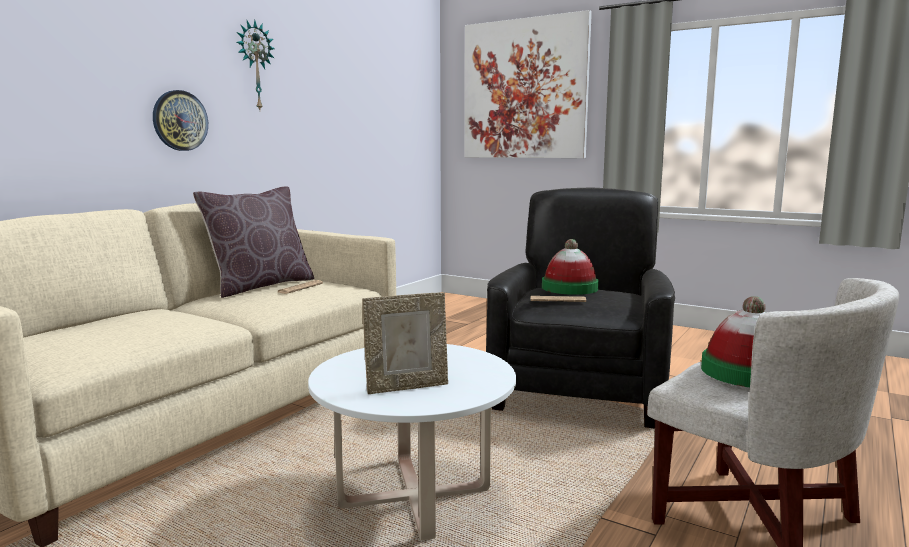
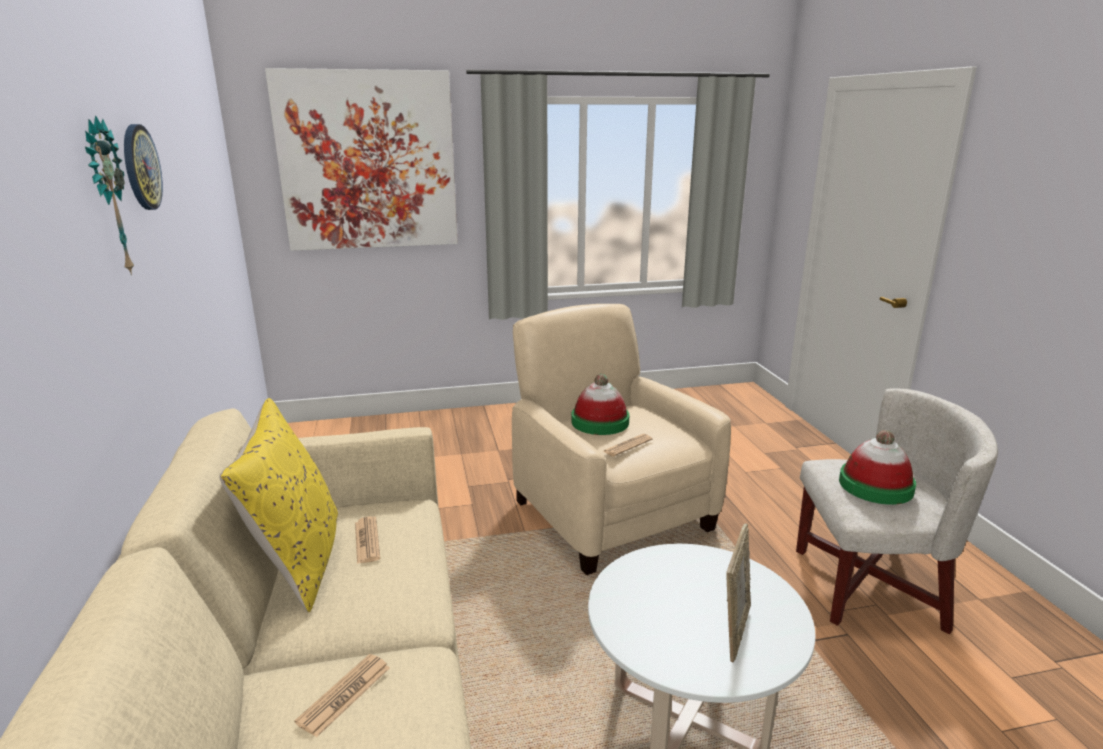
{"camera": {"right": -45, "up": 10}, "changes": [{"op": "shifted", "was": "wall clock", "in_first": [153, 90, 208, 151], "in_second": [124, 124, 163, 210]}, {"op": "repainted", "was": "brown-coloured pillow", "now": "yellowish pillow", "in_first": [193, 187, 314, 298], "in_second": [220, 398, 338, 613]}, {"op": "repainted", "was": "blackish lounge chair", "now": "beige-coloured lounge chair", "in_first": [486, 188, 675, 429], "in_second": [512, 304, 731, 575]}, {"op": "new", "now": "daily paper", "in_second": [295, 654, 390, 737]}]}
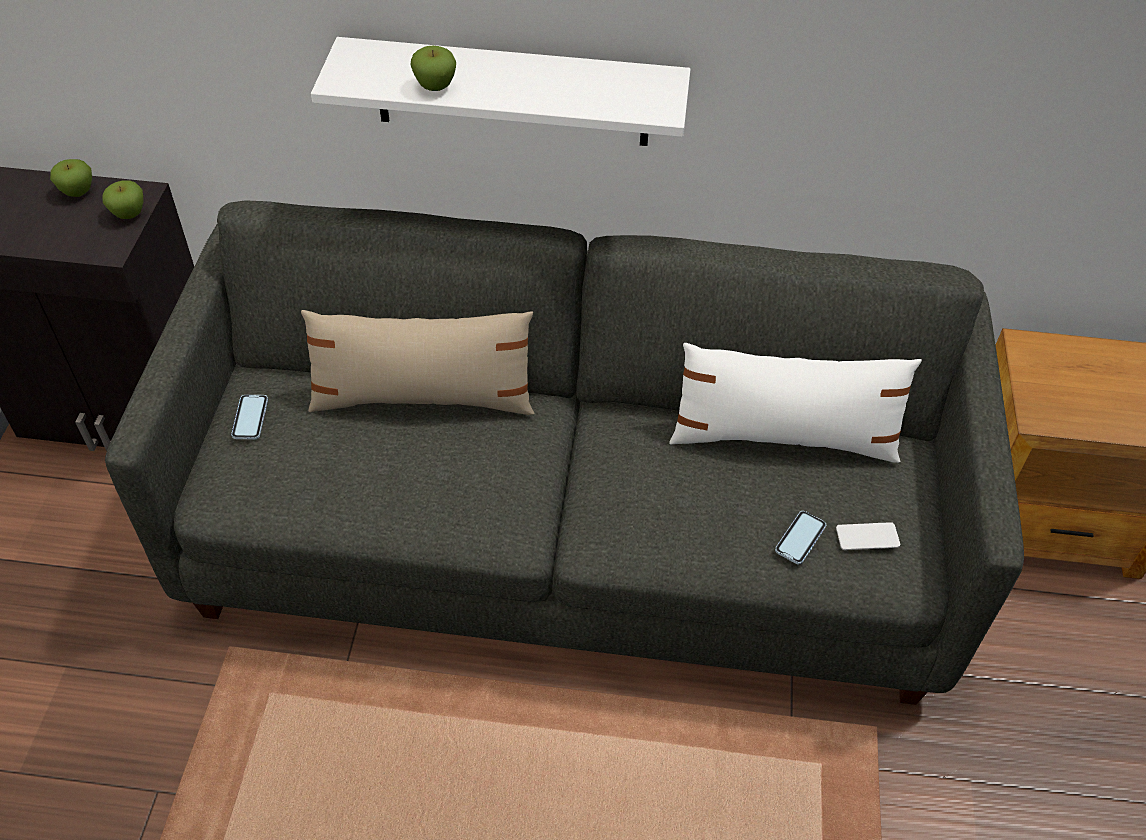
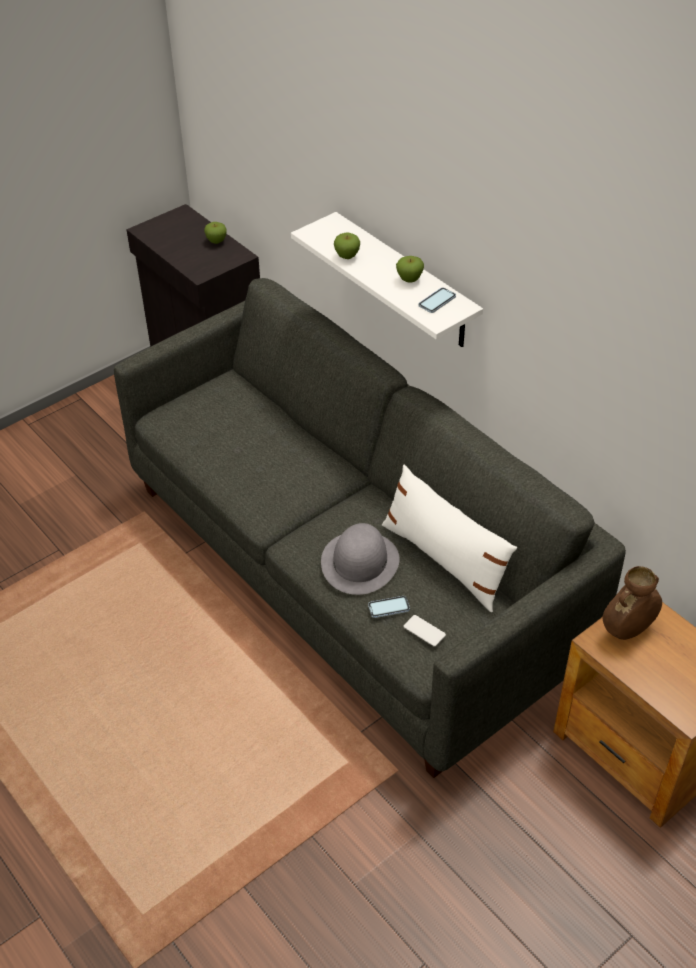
{"camera": {"right": 45, "up": -5}, "changes": [{"op": "shifted", "was": "apple fruit", "in_first": [102, 180, 144, 219], "in_second": [396, 256, 424, 283]}, {"op": "gone", "was": "beige-coloured pillow", "in_first": [301, 310, 534, 415]}, {"op": "shifted", "was": "telephone", "in_first": [231, 395, 268, 439], "in_second": [418, 288, 456, 313]}, {"op": "new", "now": "grey hat", "in_second": [321, 523, 399, 595]}, {"op": "new", "now": "brown-coloured vase", "in_second": [603, 566, 662, 640]}]}
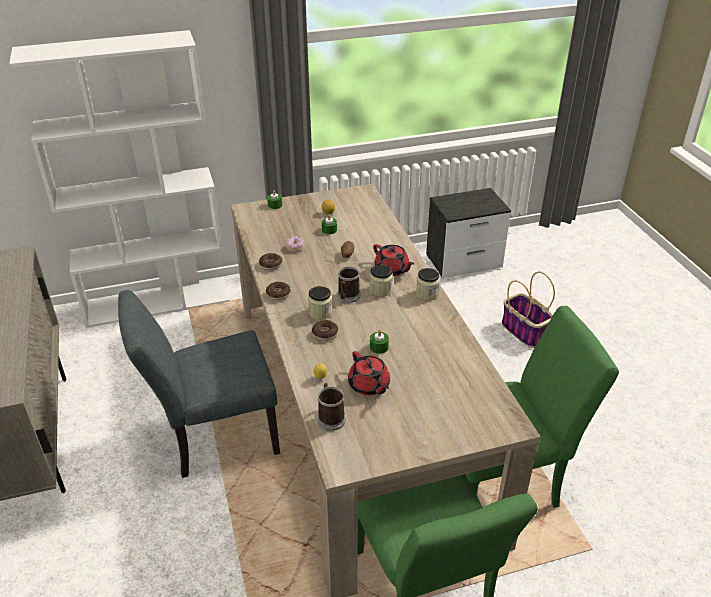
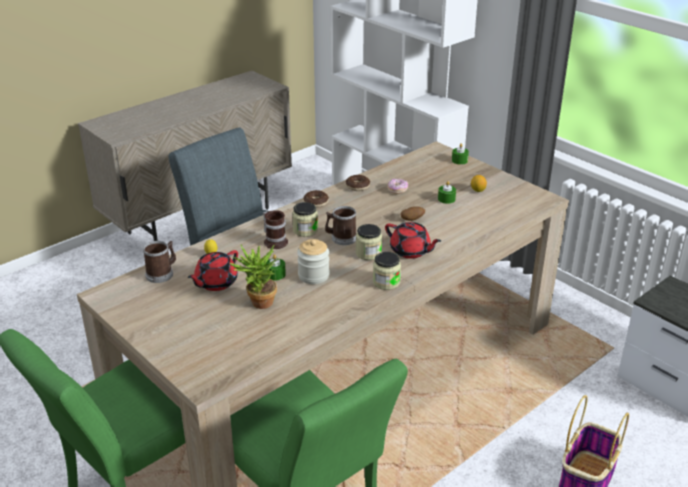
{"camera": {"right": 65, "up": -5}, "changes": [{"op": "rotated", "was": "reddish teapot", "in_first": [373, 244, 414, 276], "in_second": [385, 222, 441, 259], "clockwise": -75}, {"op": "swapped", "was": "donut", "now": "tea mug", "in_first": [312, 320, 338, 341], "in_second": [263, 210, 288, 249]}, {"op": "new", "now": "jar", "in_second": [297, 239, 330, 284]}, {"op": "new", "now": "potted plant", "in_second": [230, 244, 279, 309]}]}
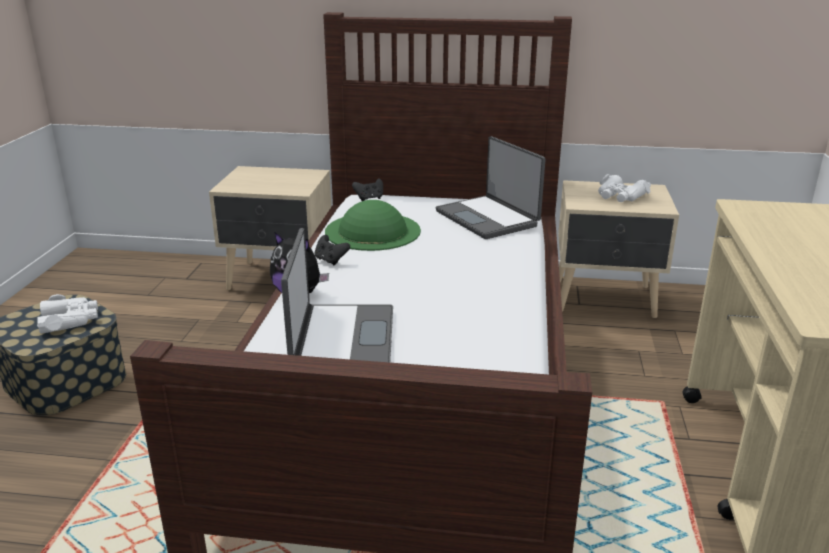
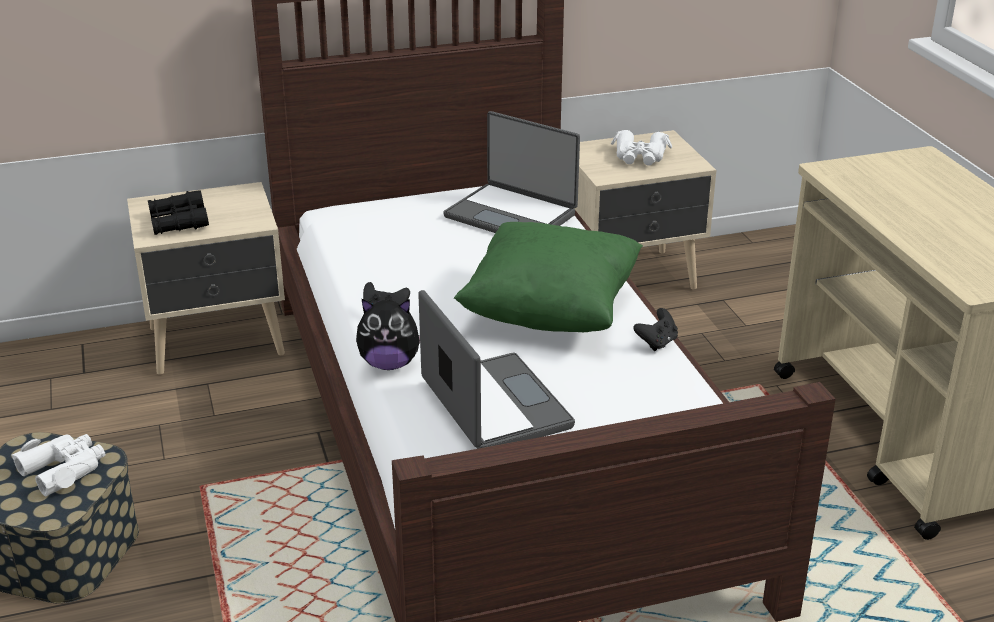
{"camera": {"right": -25, "up": 5}, "changes": [{"op": "shifted", "was": "blackish joypad", "in_first": [352, 179, 383, 201], "in_second": [633, 308, 678, 351]}, {"op": "gone", "was": "green-coloured hat", "in_first": [325, 200, 421, 251]}, {"op": "new", "now": "blackish binoculars", "in_second": [148, 190, 209, 235]}, {"op": "new", "now": "green-coloured pillow", "in_second": [454, 222, 643, 332]}]}
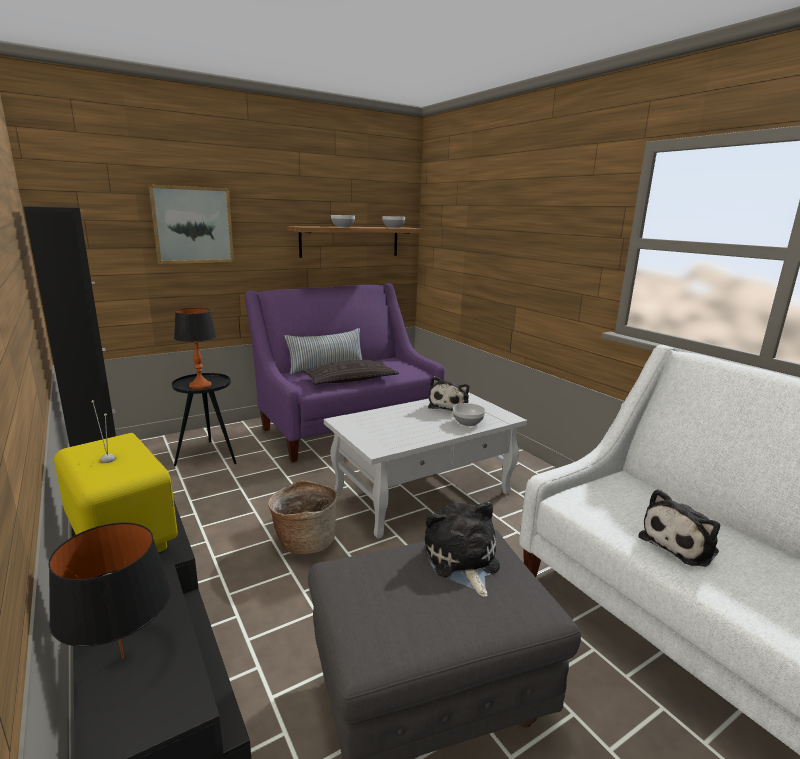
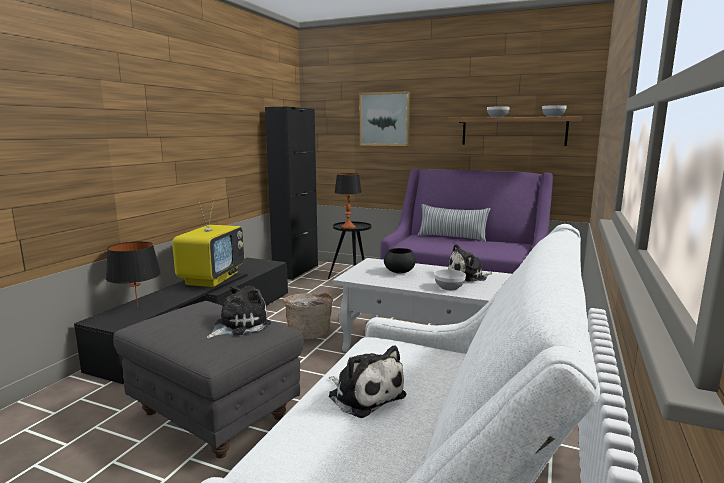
{"camera": {"right": 55, "up": -5}, "changes": [{"op": "gone", "was": "pillow", "in_first": [300, 360, 399, 384]}, {"op": "rotated", "was": "cuddly toy", "in_first": [638, 489, 720, 567], "in_second": [329, 346, 406, 418], "clockwise": -150}, {"op": "new", "now": "blackish bowl", "in_second": [384, 248, 416, 273]}]}
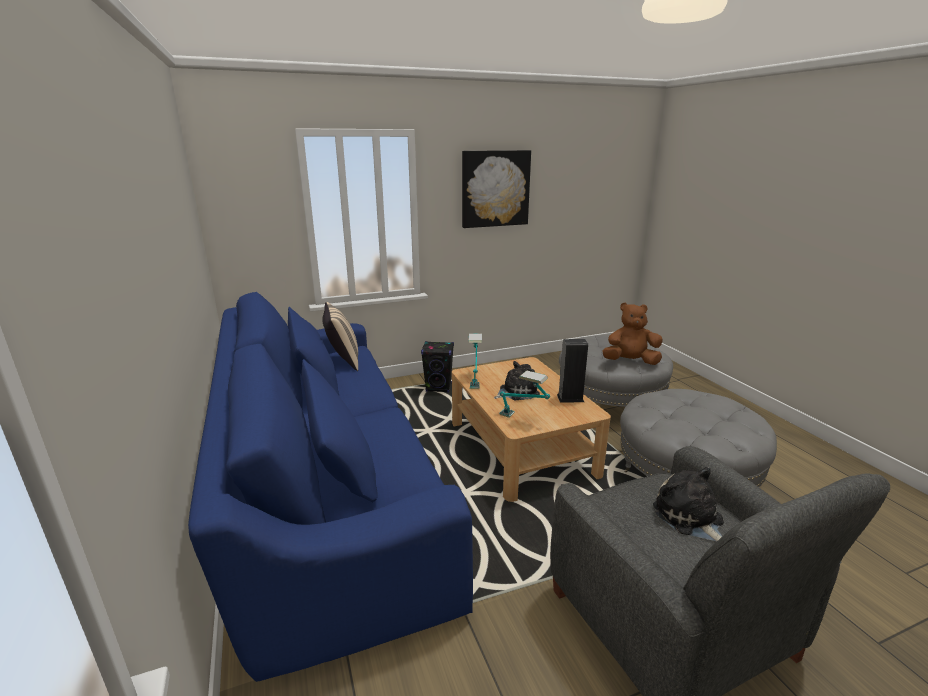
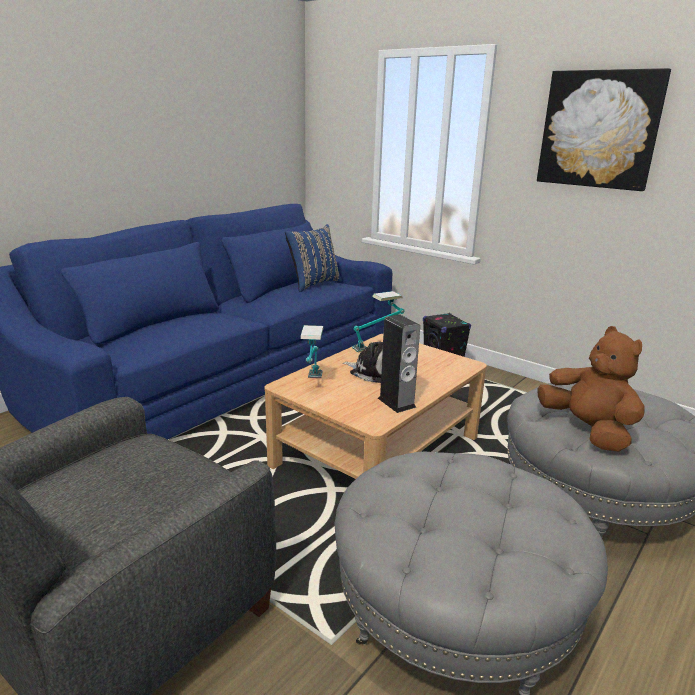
{"camera": {"right": 60, "up": 0}, "changes": [{"op": "repainted", "was": "beige-coloured pillow", "now": "blue pillow", "in_first": [322, 302, 358, 371], "in_second": [285, 224, 342, 292]}, {"op": "gone", "was": "cuddly toy", "in_first": [653, 467, 724, 541]}]}
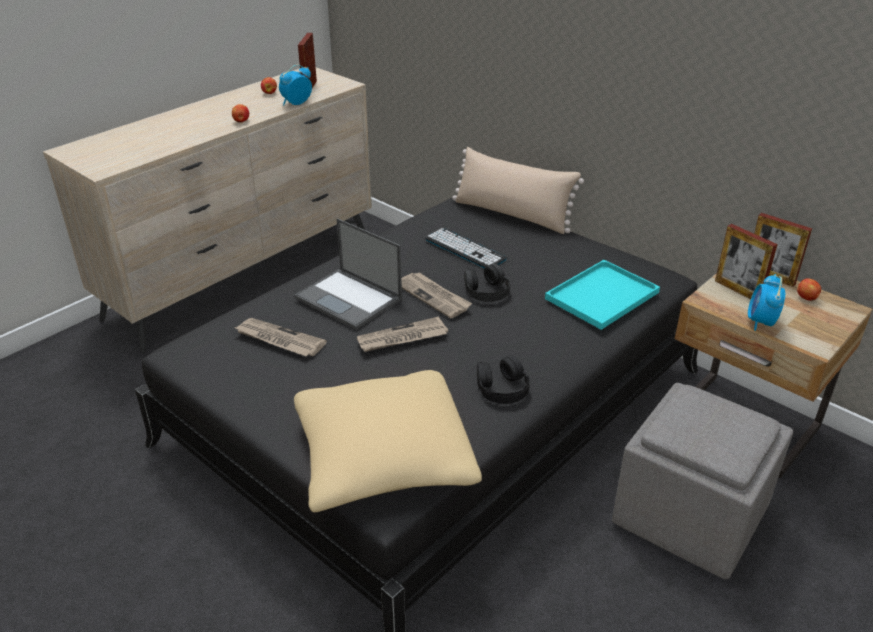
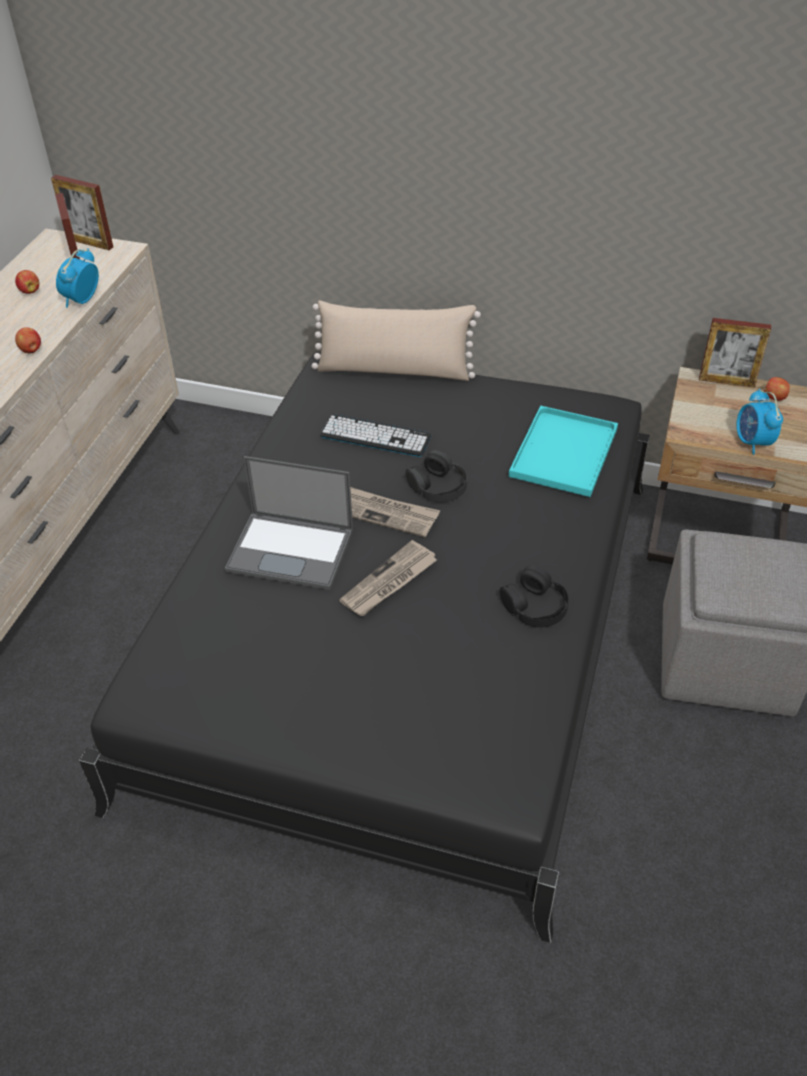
{"camera": {"right": -25, "up": 10}, "changes": [{"op": "shifted", "was": "photo frame", "in_first": [715, 224, 778, 299], "in_second": [51, 175, 113, 250]}, {"op": "gone", "was": "daily paper", "in_first": [235, 318, 327, 356]}, {"op": "gone", "was": "beige-coloured pillow", "in_first": [294, 370, 482, 512]}]}
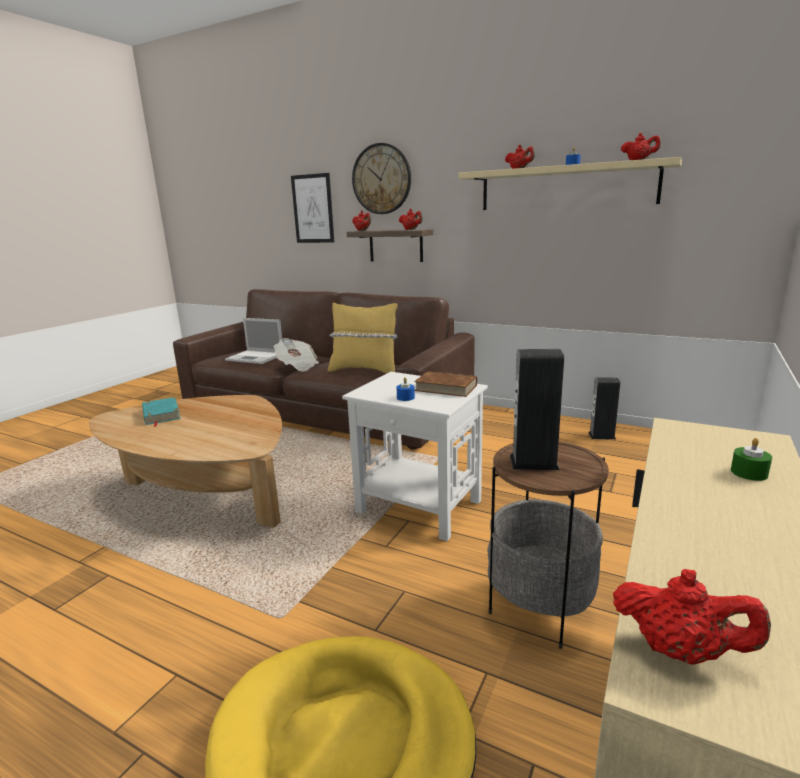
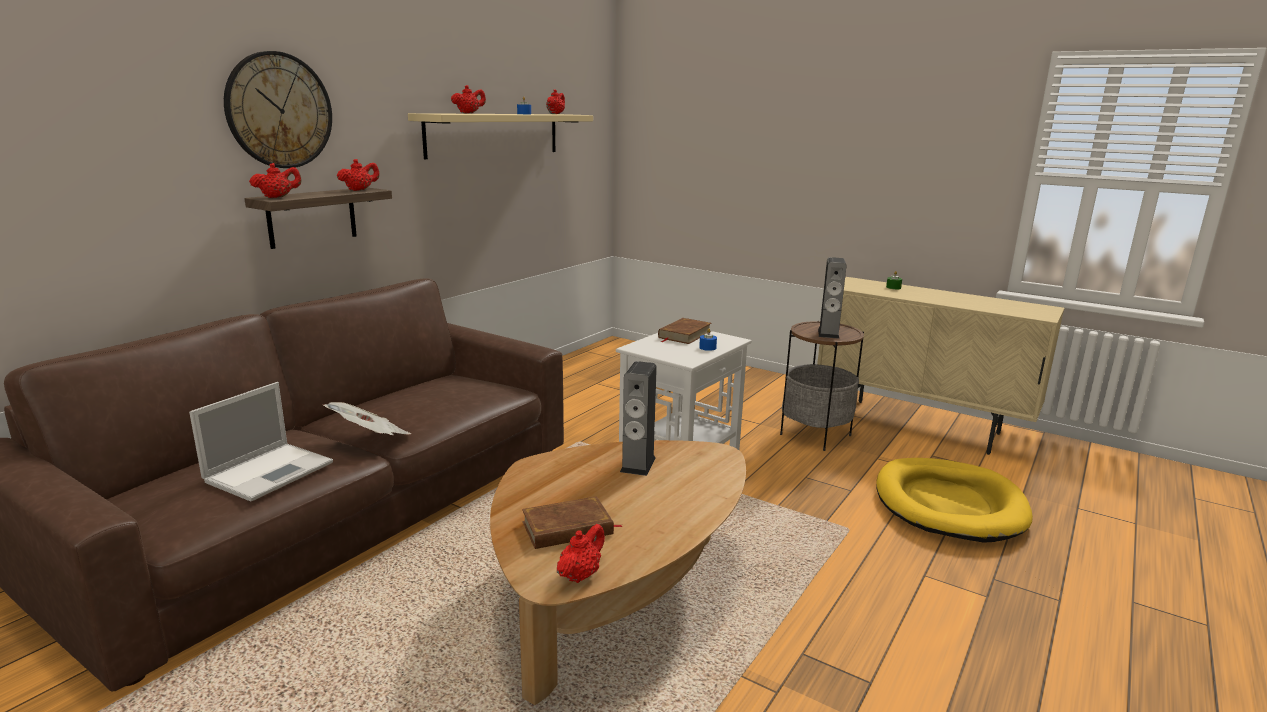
{"camera": {"right": -85, "up": 0}, "changes": [{"op": "gone", "was": "wall art", "in_first": [291, 173, 334, 243]}, {"op": "gone", "was": "yellowish pillow", "in_first": [328, 302, 398, 373]}, {"op": "shifted", "was": "loudspeaker", "in_first": [588, 378, 620, 440], "in_second": [620, 361, 657, 476]}, {"op": "repainted", "was": "blue-green volume", "now": "brown-coloured volume", "in_first": [142, 397, 181, 427], "in_second": [522, 496, 623, 549]}, {"op": "shifted", "was": "reddish teapot", "in_first": [613, 569, 771, 664], "in_second": [557, 524, 605, 583]}]}
